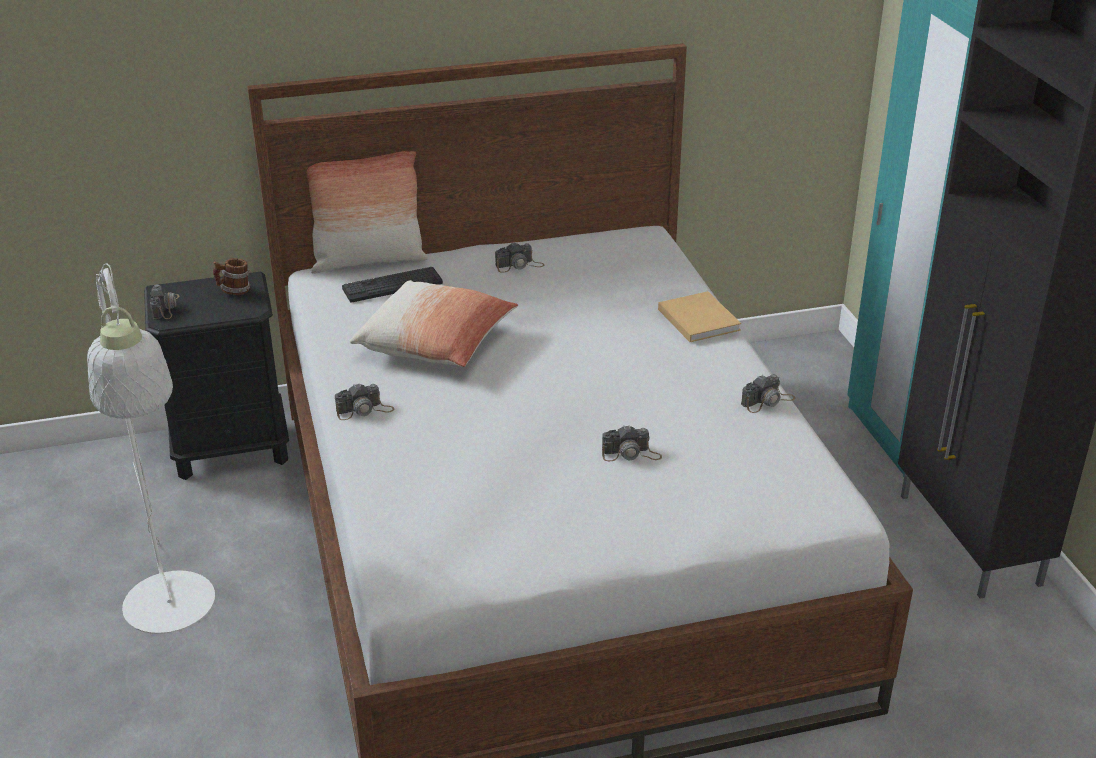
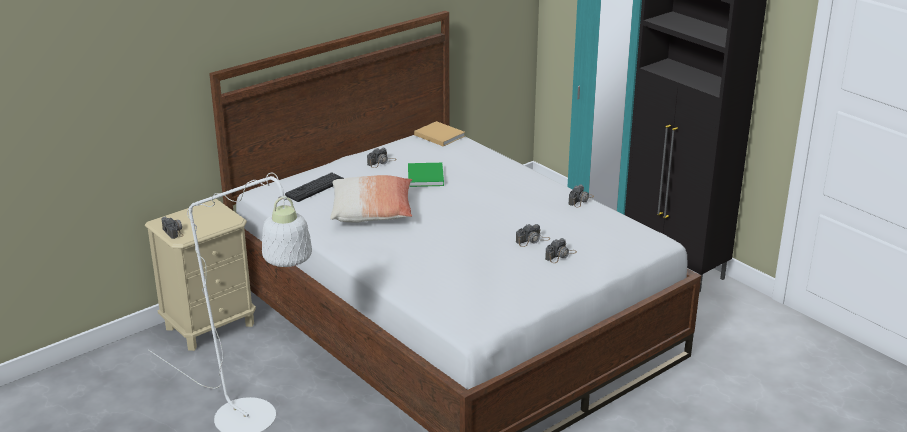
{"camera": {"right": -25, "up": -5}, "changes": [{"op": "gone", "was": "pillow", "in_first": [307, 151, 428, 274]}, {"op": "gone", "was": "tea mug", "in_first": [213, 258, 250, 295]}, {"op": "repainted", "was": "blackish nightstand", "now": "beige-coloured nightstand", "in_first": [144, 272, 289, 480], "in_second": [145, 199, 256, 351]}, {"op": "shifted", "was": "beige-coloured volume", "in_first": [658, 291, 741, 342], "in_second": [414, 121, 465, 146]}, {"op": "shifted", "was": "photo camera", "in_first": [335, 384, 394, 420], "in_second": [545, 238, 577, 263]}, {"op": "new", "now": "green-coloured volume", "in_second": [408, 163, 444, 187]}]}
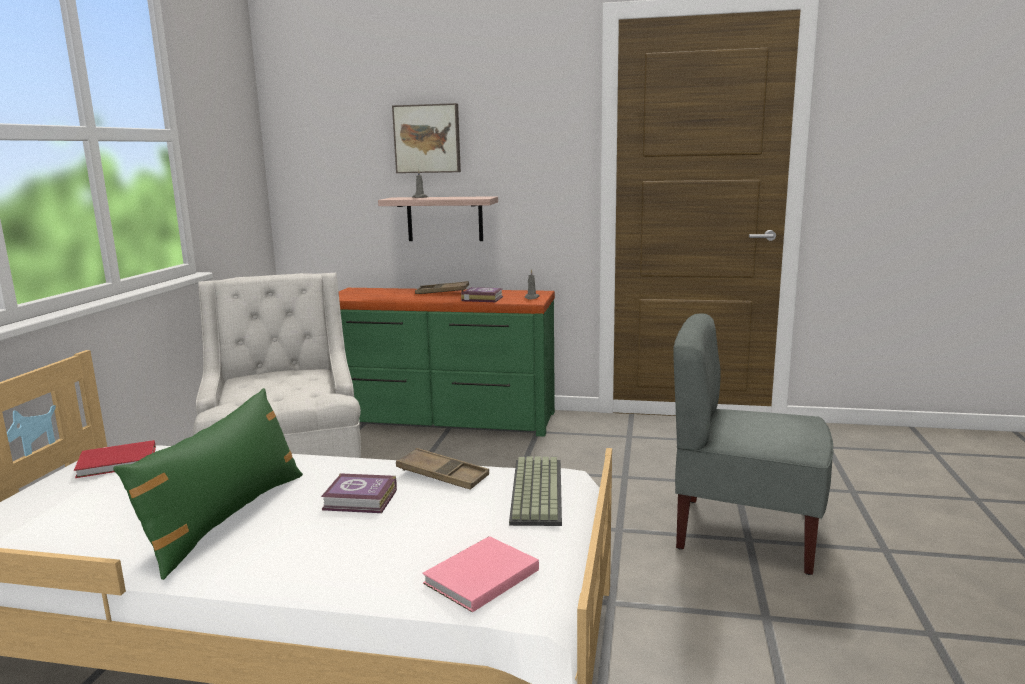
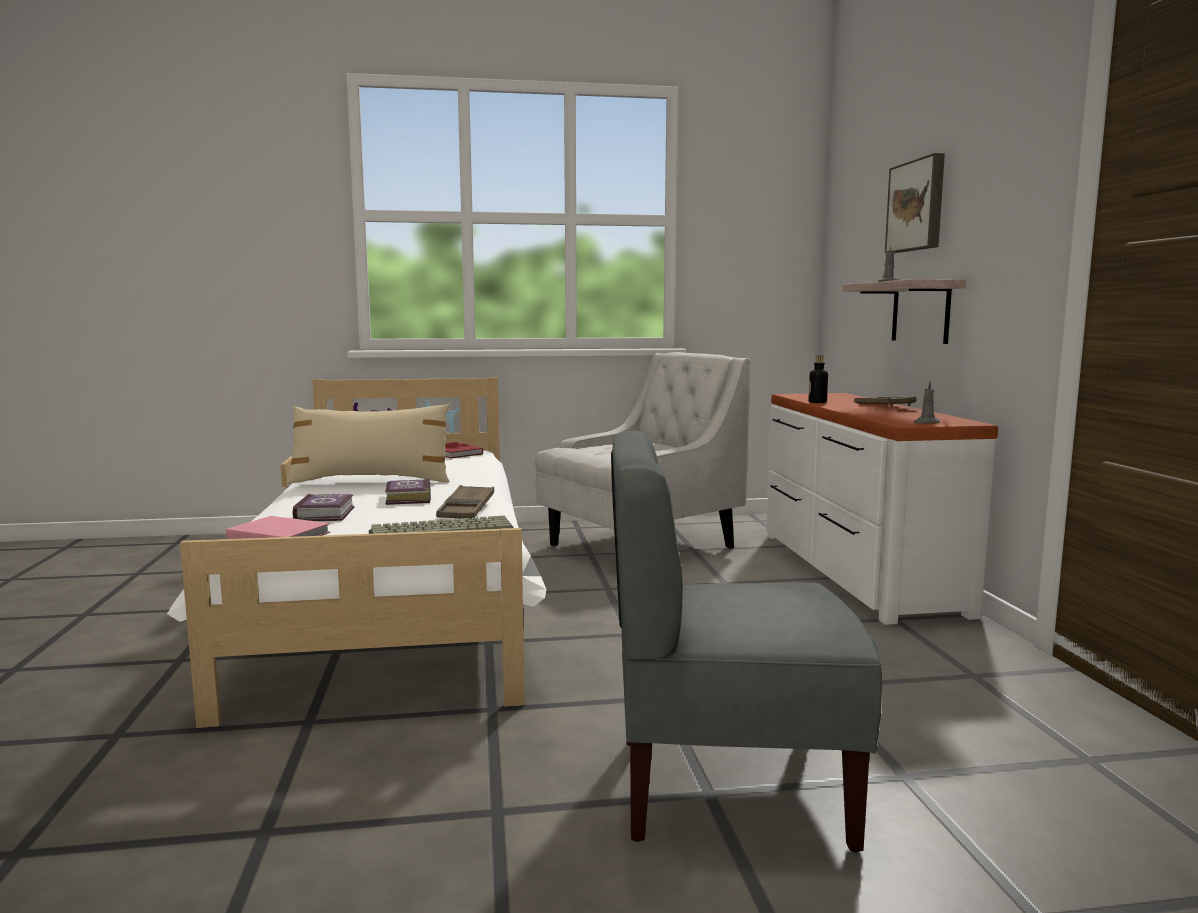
{"camera": {"right": 70, "up": -5}, "changes": [{"op": "shifted", "was": "volume", "in_first": [461, 287, 503, 302], "in_second": [293, 494, 354, 521]}, {"op": "repainted", "was": "green-coloured chest of drawers", "now": "whitish chest of drawers", "in_first": [339, 288, 555, 437], "in_second": [766, 393, 998, 625]}, {"op": "rotated", "was": "grey chair", "in_first": [673, 314, 833, 575], "in_second": [611, 431, 882, 853], "clockwise": -90}, {"op": "repainted", "was": "green-coloured pillow", "now": "beige-coloured pillow", "in_first": [113, 388, 303, 580], "in_second": [286, 404, 450, 484]}, {"op": "new", "now": "drink bottle", "in_second": [808, 355, 828, 403]}]}
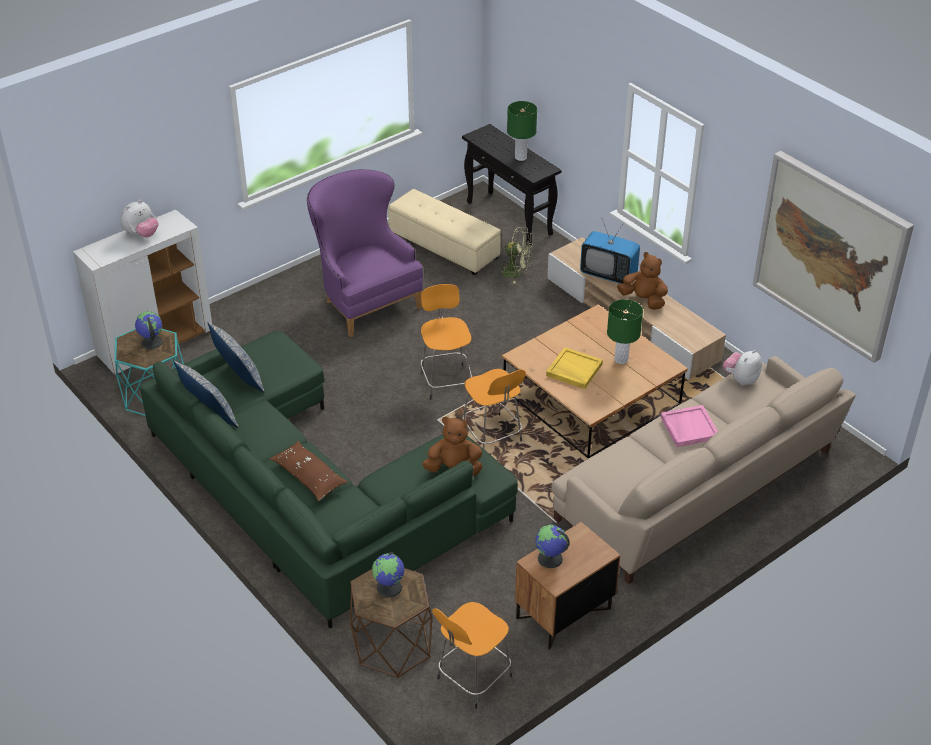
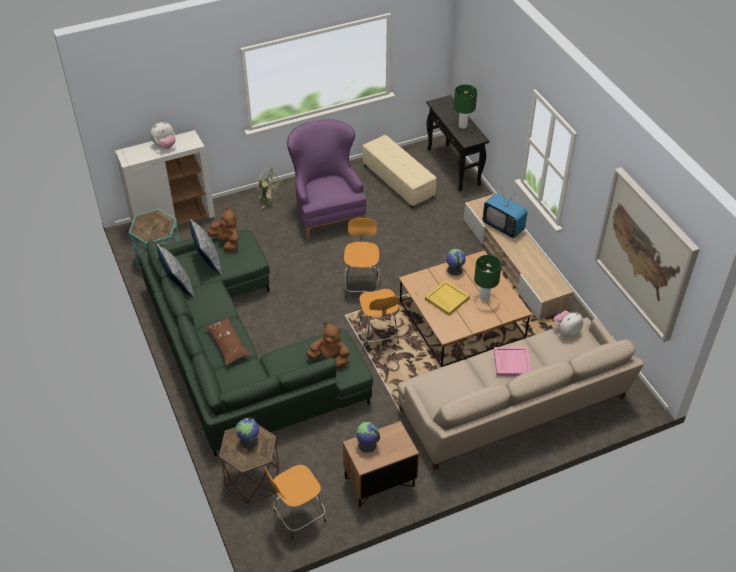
{"camera": {"right": 15, "up": 5}, "changes": [{"op": "shifted", "was": "green-coloured electric fan", "in_first": [498, 227, 533, 284], "in_second": [257, 168, 281, 208]}, {"op": "shifted", "was": "brown-coloured cuddly toy", "in_first": [617, 252, 668, 310], "in_second": [207, 208, 238, 252]}, {"op": "shifted", "was": "globe", "in_first": [135, 312, 163, 349], "in_second": [446, 249, 466, 276]}]}
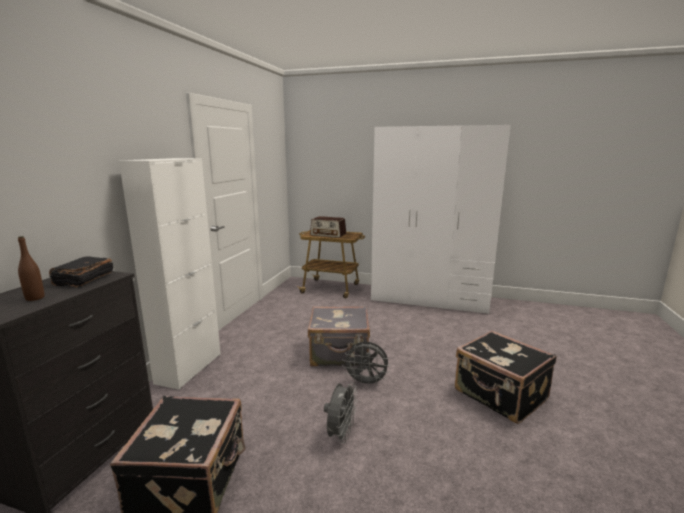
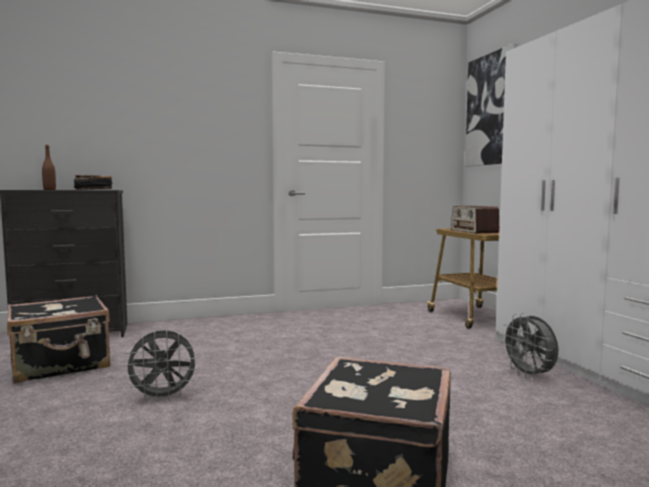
{"camera": {"right": 55, "up": -10}, "changes": [{"op": "gone", "was": "whitish cabinet", "in_first": [119, 158, 221, 390]}, {"op": "gone", "was": "grey travel case", "in_first": [308, 306, 370, 366]}, {"op": "shifted", "was": "grey electric fan", "in_first": [342, 342, 390, 386], "in_second": [501, 313, 558, 379]}, {"op": "new", "now": "wall art", "in_second": [465, 43, 518, 166]}]}
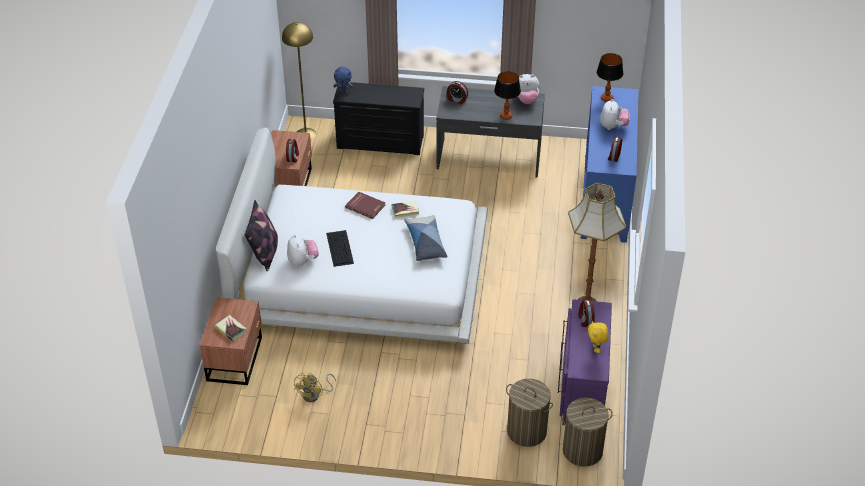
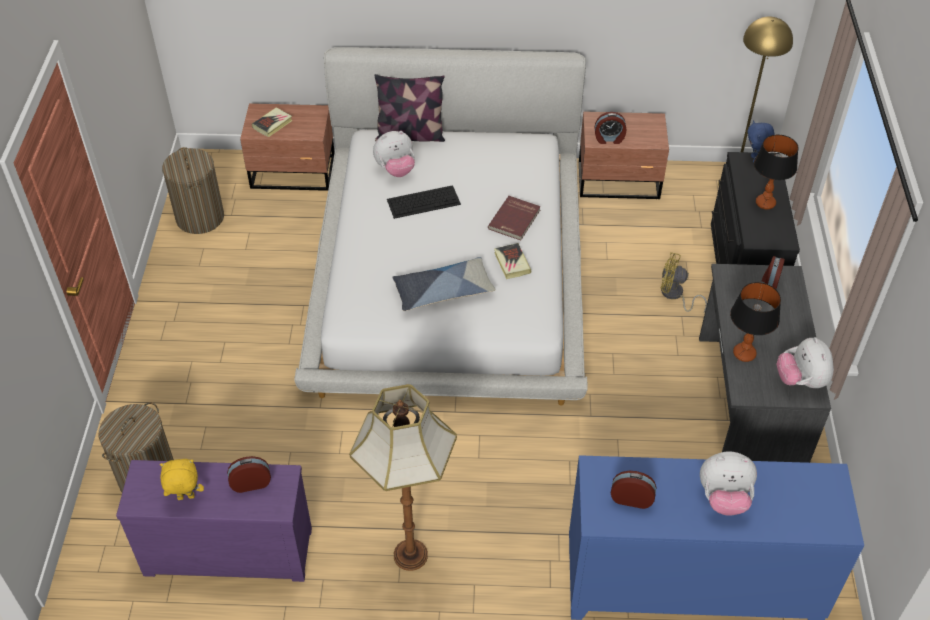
{"camera": {"right": 85, "up": 5}, "changes": [{"op": "shifted", "was": "tabletop lamp", "in_first": [597, 53, 623, 102], "in_second": [754, 135, 799, 209]}, {"op": "shifted", "was": "yellowish electric fan", "in_first": [294, 373, 336, 402], "in_second": [661, 252, 707, 313]}, {"op": "shifted", "was": "hamper", "in_first": [562, 397, 613, 467], "in_second": [162, 147, 224, 234]}]}
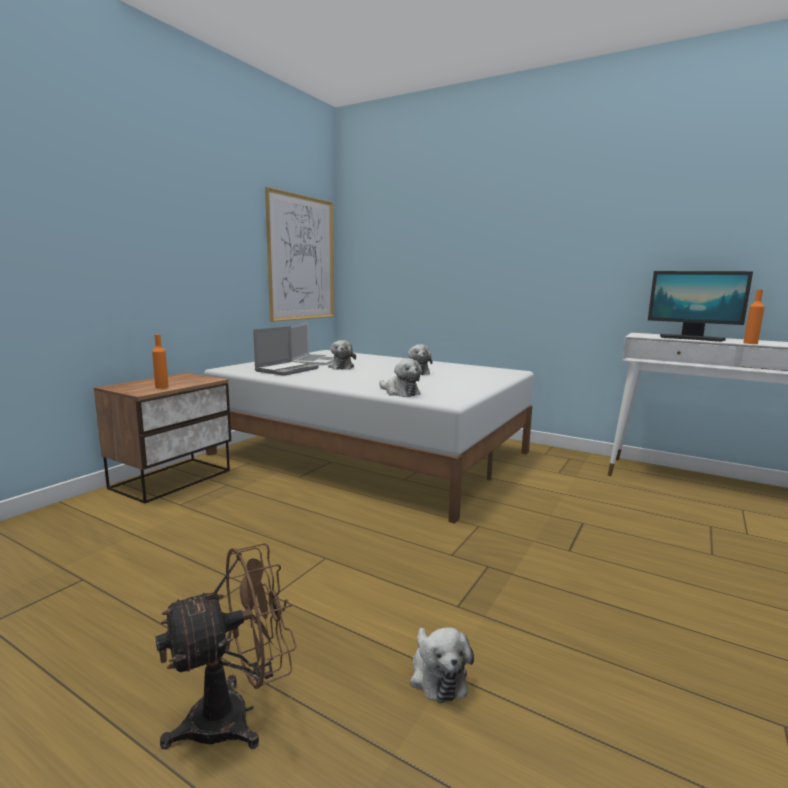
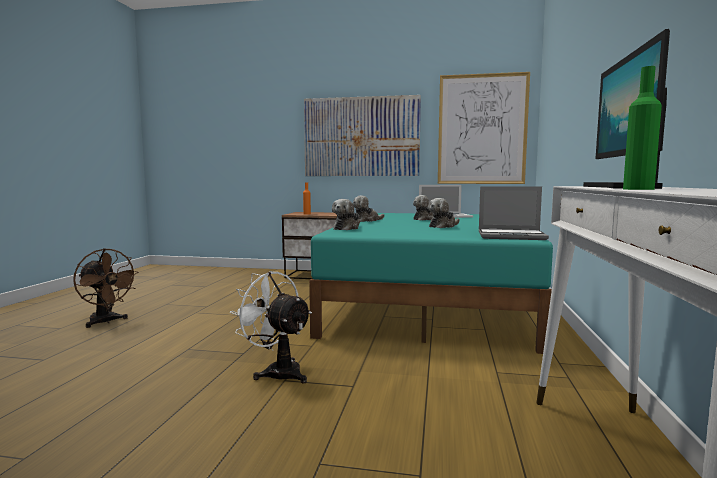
{"camera": {"right": 70, "up": -5}, "changes": [{"op": "repainted", "was": "orangey drink bottle", "now": "green-coloured drink bottle", "in_first": [743, 290, 764, 344], "in_second": [623, 66, 662, 190]}, {"op": "shifted", "was": "notebook computer", "in_first": [253, 326, 319, 376], "in_second": [479, 186, 549, 240]}, {"op": "repainted", "was": "whitish bed", "now": "blue-green bed", "in_first": [204, 350, 534, 524], "in_second": [309, 213, 553, 354]}, {"op": "shifted", "was": "cuddly toy", "in_first": [410, 627, 474, 703], "in_second": [353, 196, 384, 222]}, {"op": "new", "now": "wall art", "in_second": [304, 95, 421, 176]}, {"op": "new", "now": "whitish electric fan", "in_second": [230, 271, 312, 384]}]}
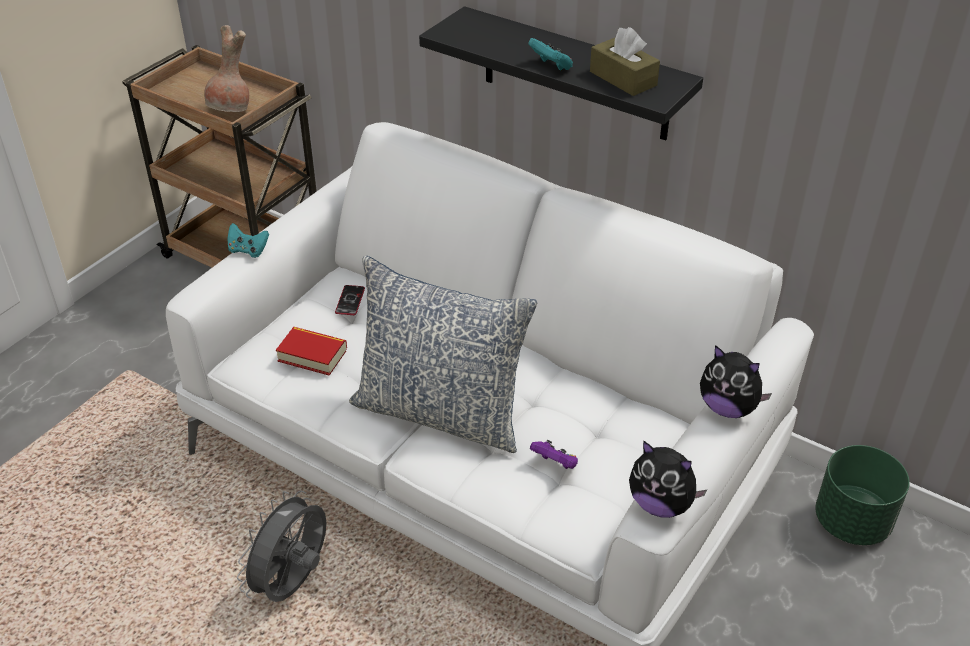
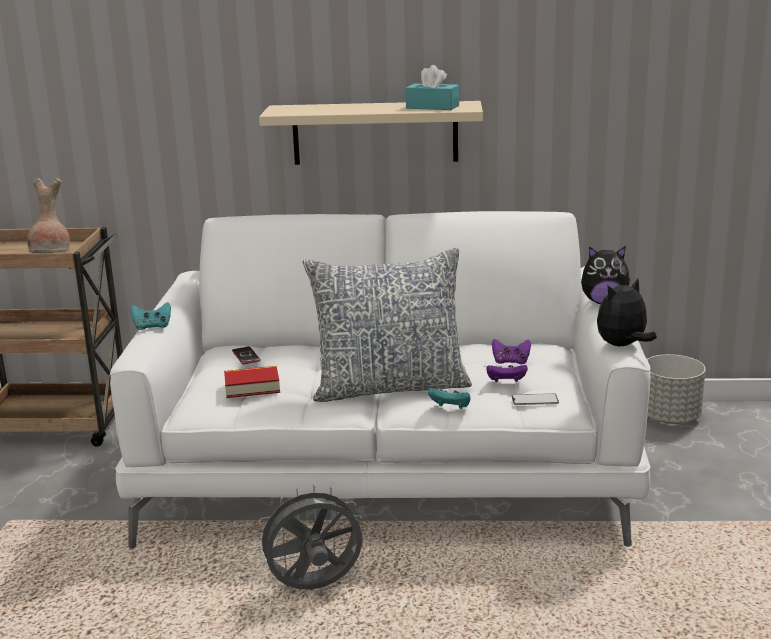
{"camera": {"right": -30, "up": -20}, "changes": [{"op": "repainted", "was": "blackish wall shelf", "now": "beige-coloured wall shelf", "in_first": [419, 6, 703, 140], "in_second": [259, 101, 483, 165]}, {"op": "repainted", "was": "brown-coloured tissue holder", "now": "blue-green tissue holder", "in_first": [590, 27, 660, 96], "in_second": [406, 65, 459, 110]}, {"op": "shifted", "was": "blue-green joypad", "in_first": [528, 38, 573, 71], "in_second": [428, 388, 471, 409]}, {"op": "rotated", "was": "cuddly toy", "in_first": [629, 440, 708, 518], "in_second": [597, 278, 657, 346], "clockwise": 150}, {"op": "repainted", "was": "green-coloured plant pot", "now": "grey plant pot", "in_first": [815, 445, 910, 545], "in_second": [647, 354, 706, 424]}, {"op": "rotated", "was": "grey electric fan", "in_first": [237, 491, 326, 602], "in_second": [254, 484, 363, 589], "clockwise": 75}, {"op": "new", "now": "purple joypad", "in_second": [492, 339, 531, 364]}, {"op": "new", "now": "telephone", "in_second": [511, 393, 559, 405]}]}
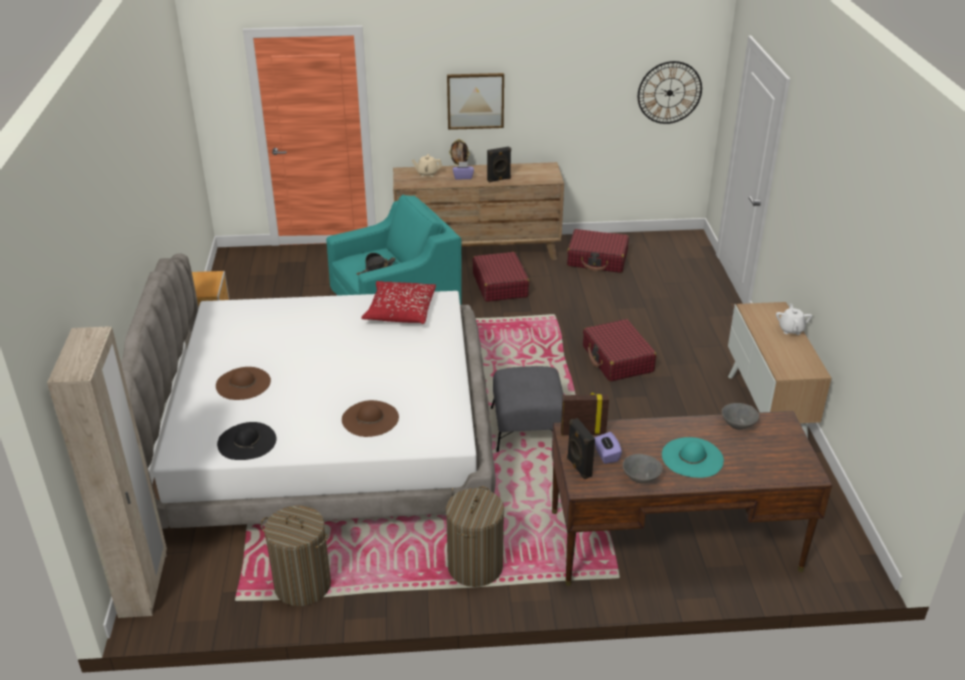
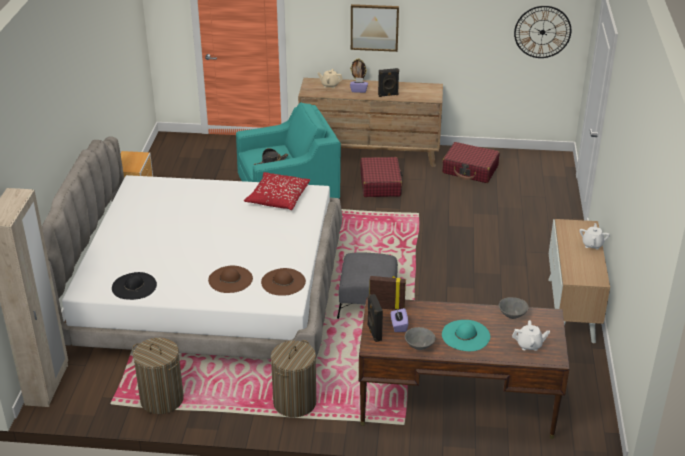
{"camera": {"right": 10, "up": 0}, "changes": [{"op": "gone", "was": "reddish travel case", "in_first": [583, 319, 656, 382]}, {"op": "shifted", "was": "brown-coloured hat", "in_first": [216, 367, 271, 400], "in_second": [261, 268, 306, 296]}, {"op": "new", "now": "whitish teapot", "in_second": [512, 320, 550, 351]}]}
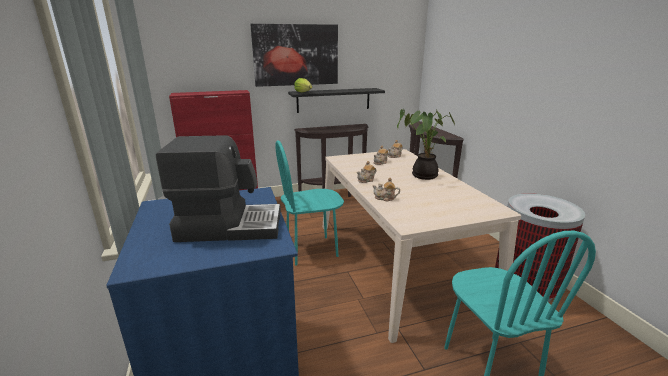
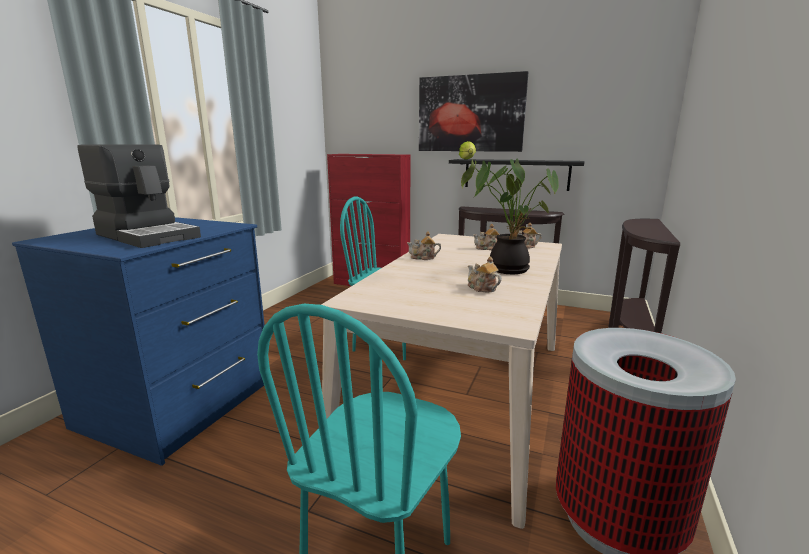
{"camera": {"right": 40, "up": -5}, "changes": [{"op": "shifted", "was": "teapot", "in_first": [372, 178, 400, 201], "in_second": [468, 256, 502, 292]}]}
